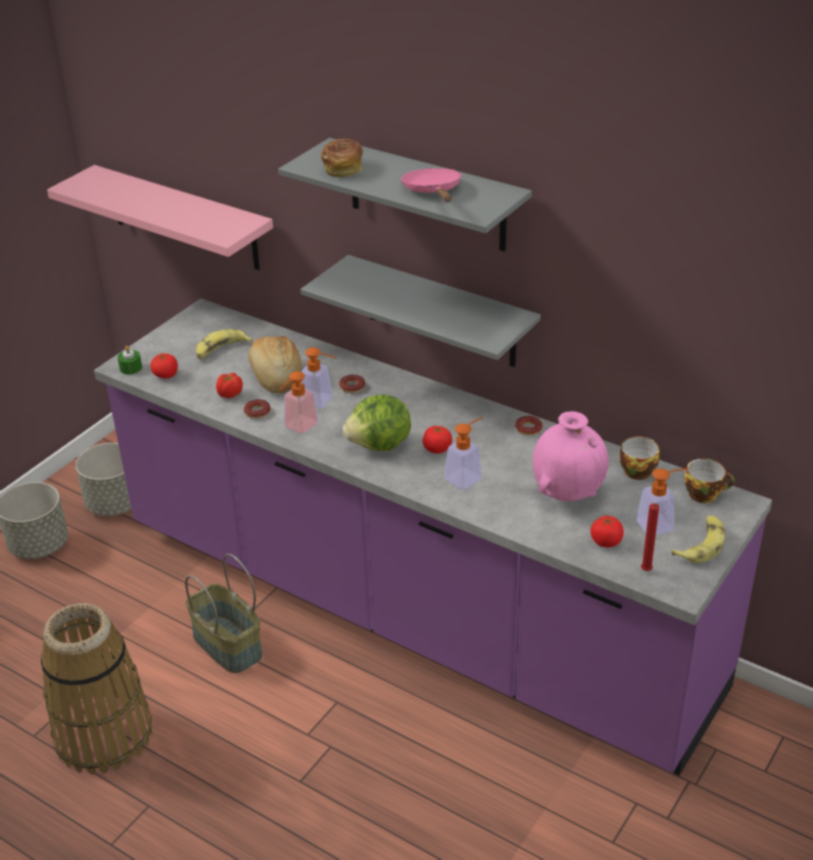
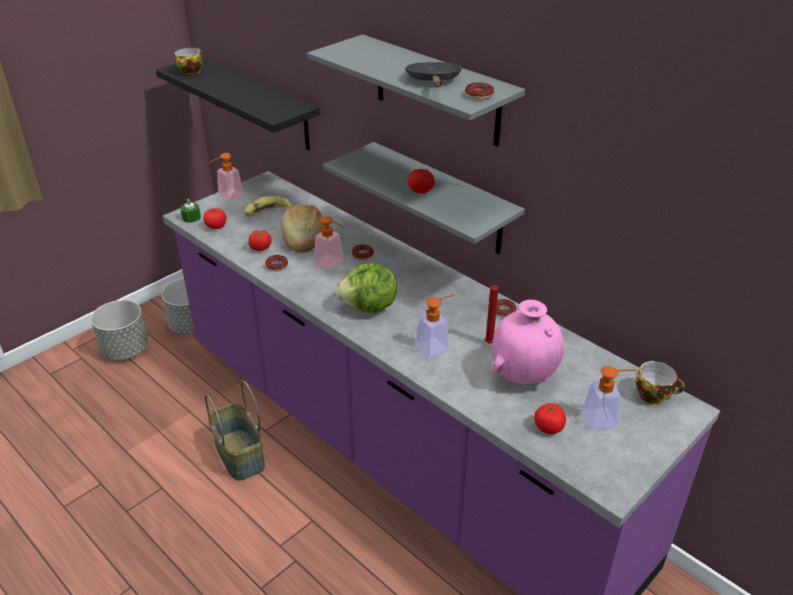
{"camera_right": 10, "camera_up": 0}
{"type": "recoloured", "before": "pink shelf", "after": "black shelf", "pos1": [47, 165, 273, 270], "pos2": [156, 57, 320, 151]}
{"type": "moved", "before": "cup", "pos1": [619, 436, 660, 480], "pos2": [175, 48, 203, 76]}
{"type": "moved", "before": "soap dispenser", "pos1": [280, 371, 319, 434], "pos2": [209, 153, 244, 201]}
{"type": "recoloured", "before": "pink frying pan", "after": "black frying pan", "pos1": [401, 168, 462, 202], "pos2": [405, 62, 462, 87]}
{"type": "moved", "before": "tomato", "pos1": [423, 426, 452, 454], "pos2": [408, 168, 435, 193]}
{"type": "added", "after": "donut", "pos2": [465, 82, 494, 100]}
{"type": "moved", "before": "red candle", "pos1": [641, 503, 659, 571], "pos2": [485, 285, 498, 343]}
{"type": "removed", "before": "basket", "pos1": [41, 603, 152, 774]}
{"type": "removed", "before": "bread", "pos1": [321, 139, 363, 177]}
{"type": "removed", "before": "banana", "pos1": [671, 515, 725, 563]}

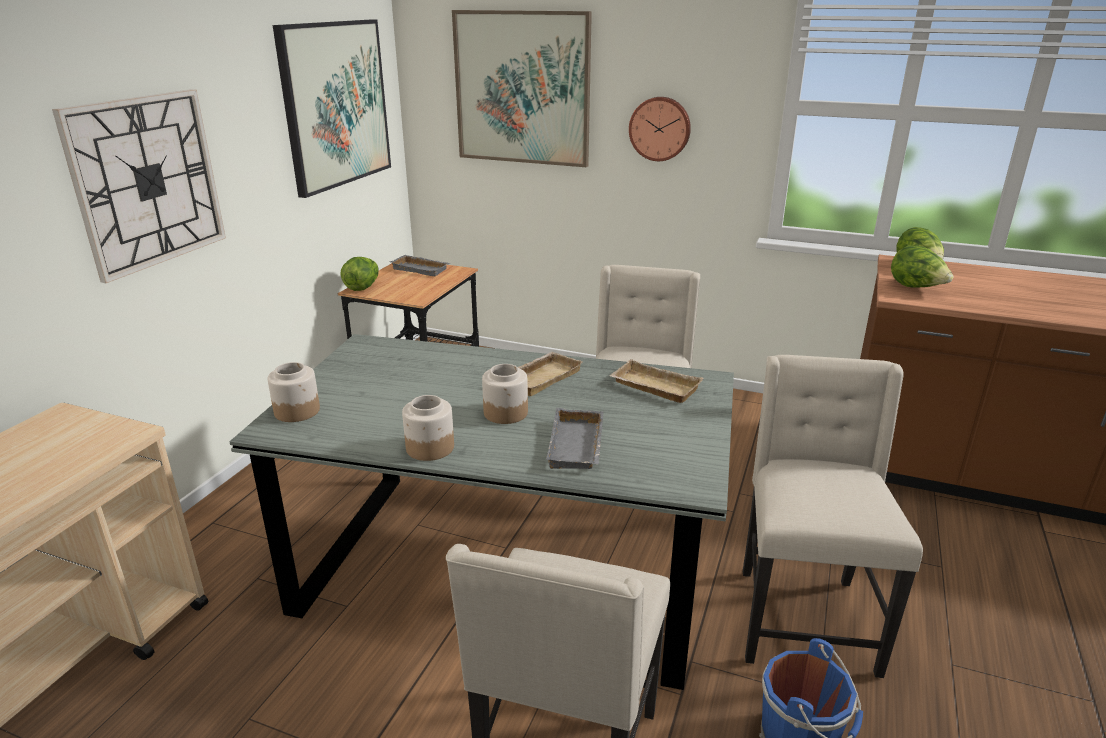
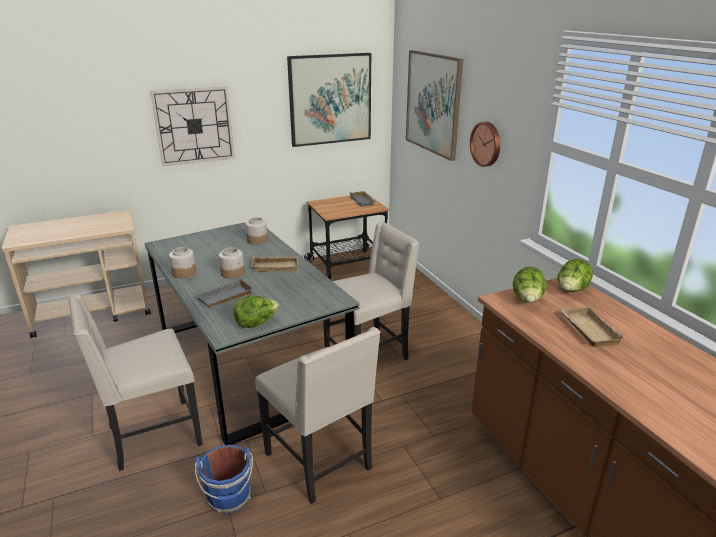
{"camera_right": 45, "camera_up": 0}
{"type": "moved", "before": "lettuce", "pos1": [340, 257, 379, 291], "pos2": [233, 295, 280, 328]}
{"type": "moved", "before": "jar", "pos1": [267, 362, 320, 422], "pos2": [245, 217, 268, 245]}
{"type": "turned", "before": "beige chair", "pos1": [743, 355, 923, 678], "pos2": [255, 327, 380, 504], "turn": 90}
{"type": "moved", "before": "beige tray", "pos1": [609, 359, 704, 403], "pos2": [561, 306, 625, 347]}

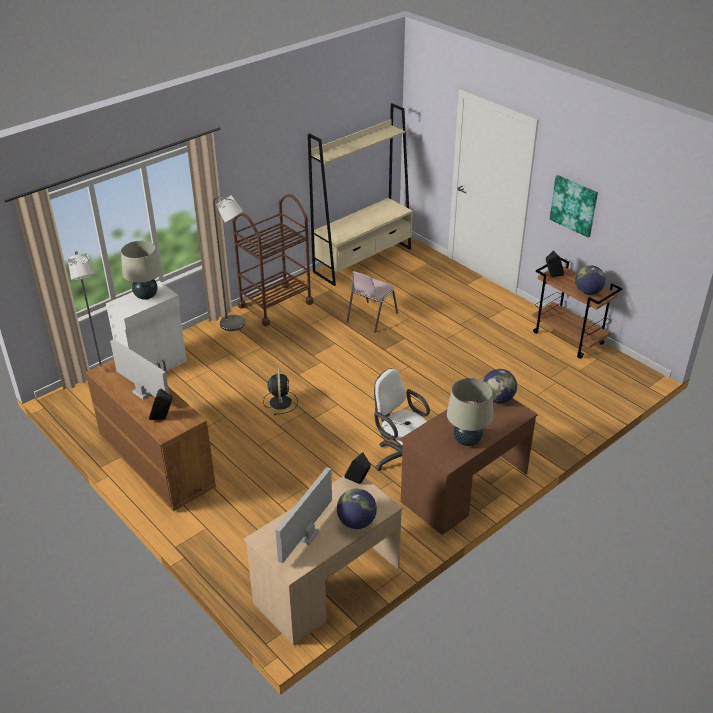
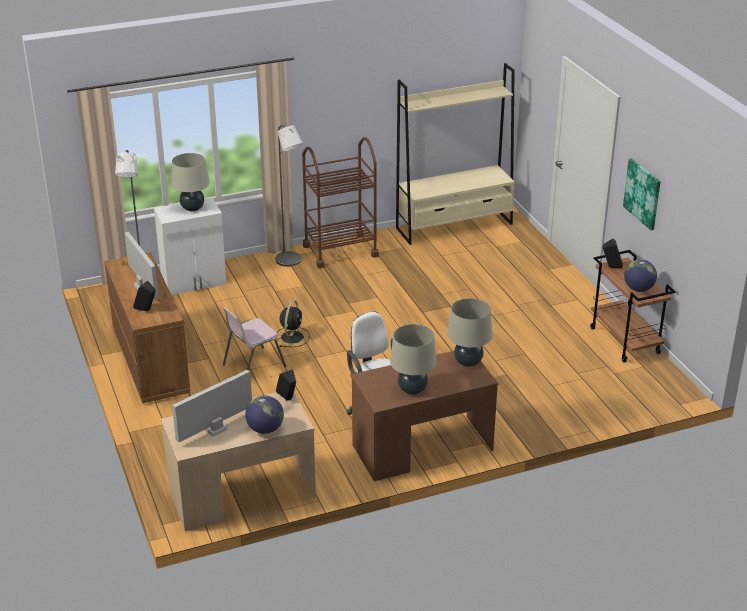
{"camera_right": 20, "camera_up": -5}
{"type": "moved", "before": "pink chair", "pos1": [347, 271, 398, 333], "pos2": [223, 307, 287, 371]}
{"type": "replaced", "before": "globe", "after": "beige table lamp", "pos1": [483, 369, 517, 403], "pos2": [447, 298, 492, 367]}

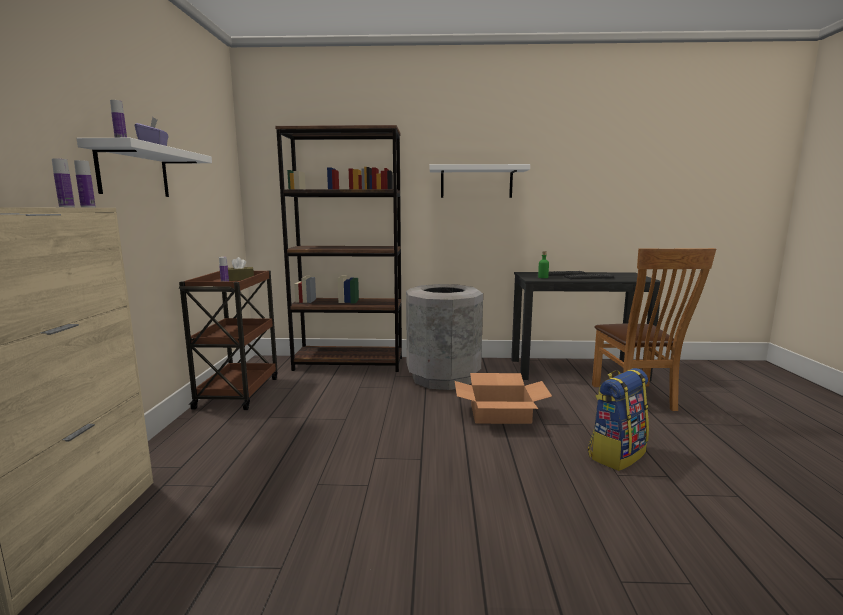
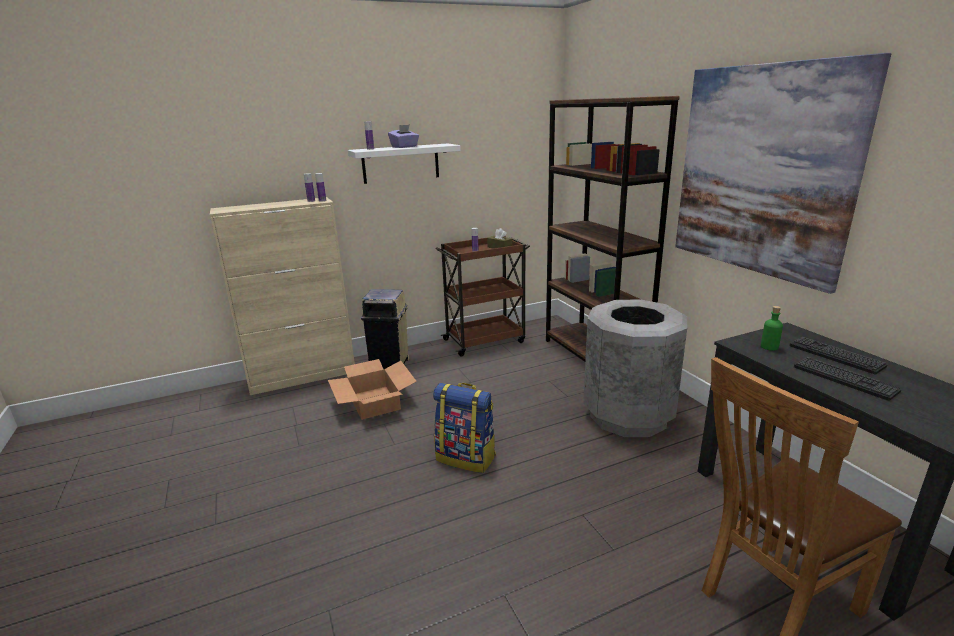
{"camera_right": 65, "camera_up": 10}
{"type": "moved", "before": "cardboard box", "pos1": [455, 373, 552, 424], "pos2": [328, 359, 417, 420]}
{"type": "added", "after": "beige trash can", "pos2": [361, 289, 409, 369]}
{"type": "moved", "before": "backpack", "pos1": [588, 368, 649, 471], "pos2": [433, 383, 496, 473]}
{"type": "replaced", "before": "white shelf", "after": "picture", "pos1": [429, 164, 530, 198], "pos2": [675, 53, 891, 294]}

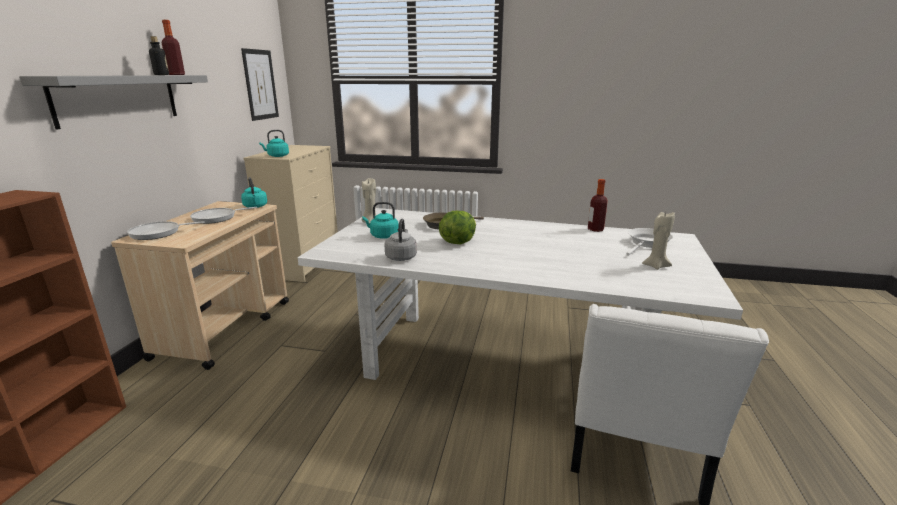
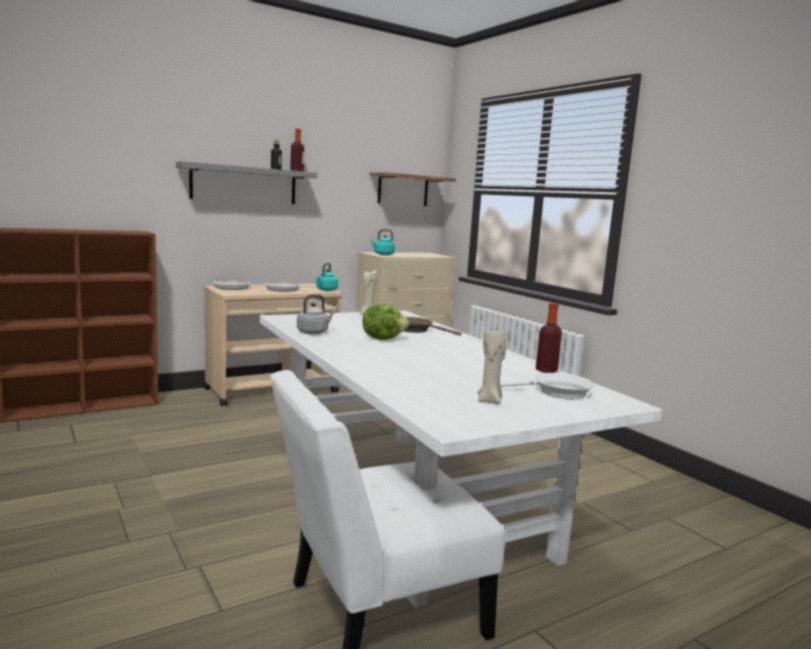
{"camera_right": 45, "camera_up": -10}
{"type": "replaced", "before": "picture", "after": "shelf", "pos1": [241, 48, 279, 121], "pos2": [369, 172, 456, 206]}
{"type": "removed", "before": "turquoise kettle", "pos1": [363, 202, 399, 239]}

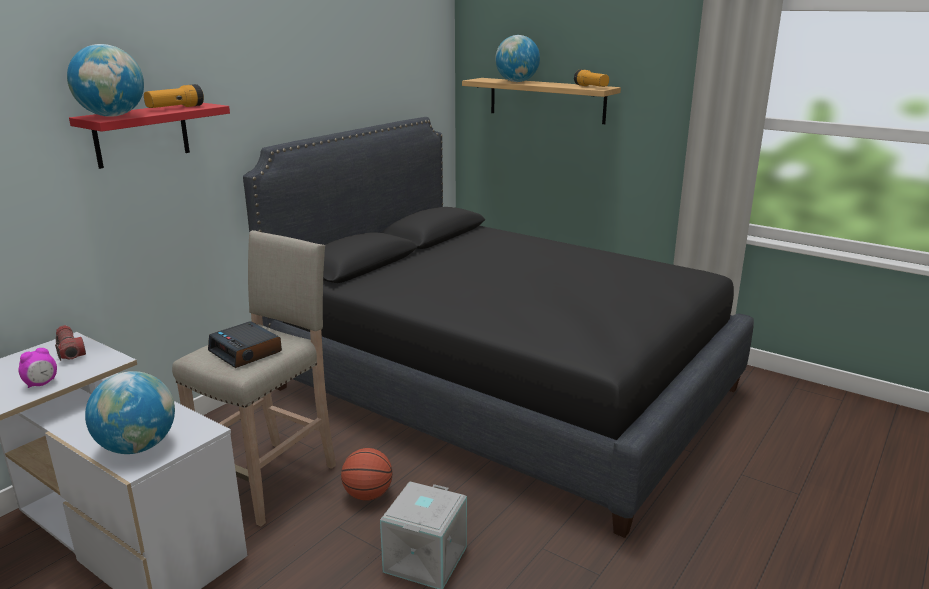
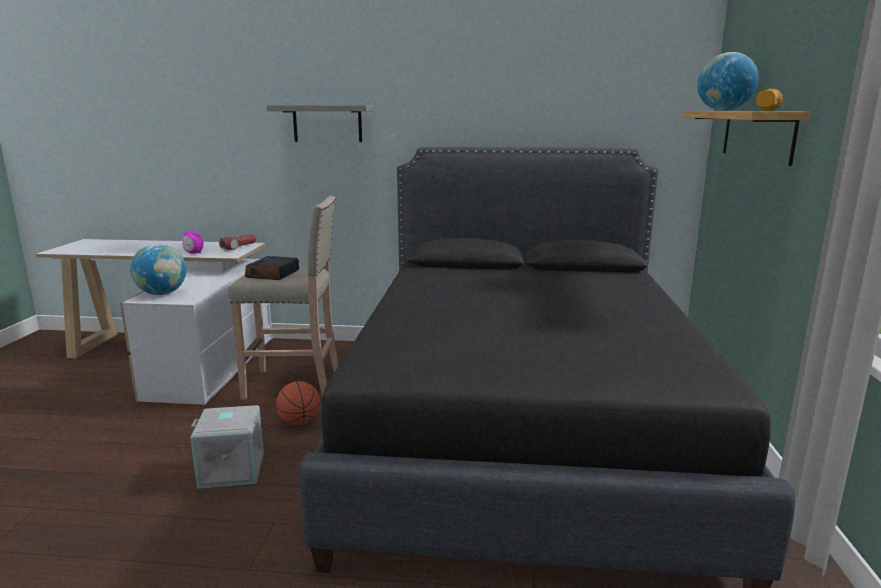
{"camera_right": 60, "camera_up": -5}
{"type": "recoloured", "before": "red shelf", "after": "grey shelf", "pos1": [69, 103, 230, 169], "pos2": [266, 105, 374, 142]}
{"type": "removed", "before": "globe", "pos1": [67, 44, 144, 117]}
{"type": "removed", "before": "flashlight", "pos1": [144, 84, 204, 108]}

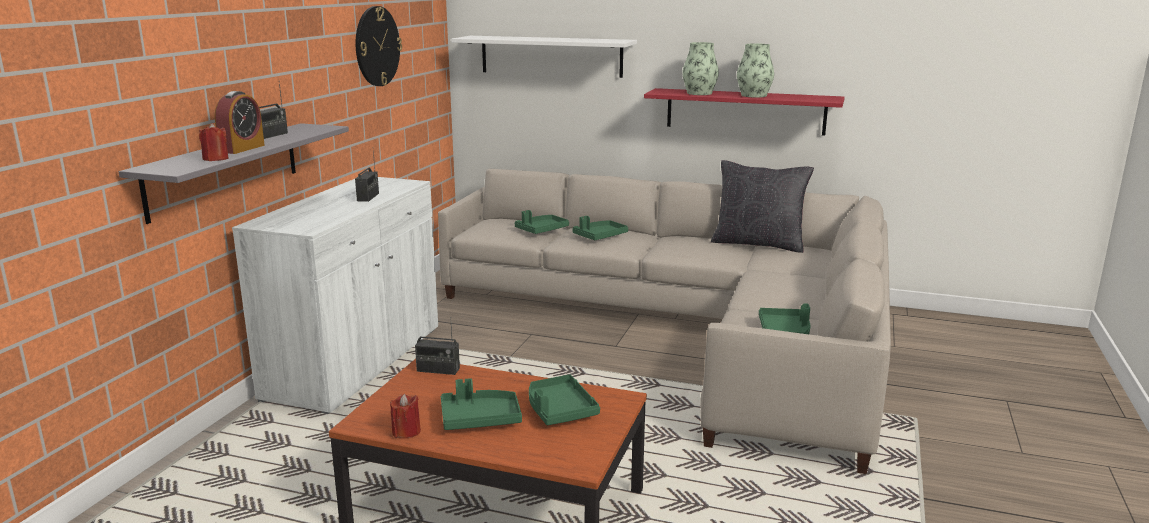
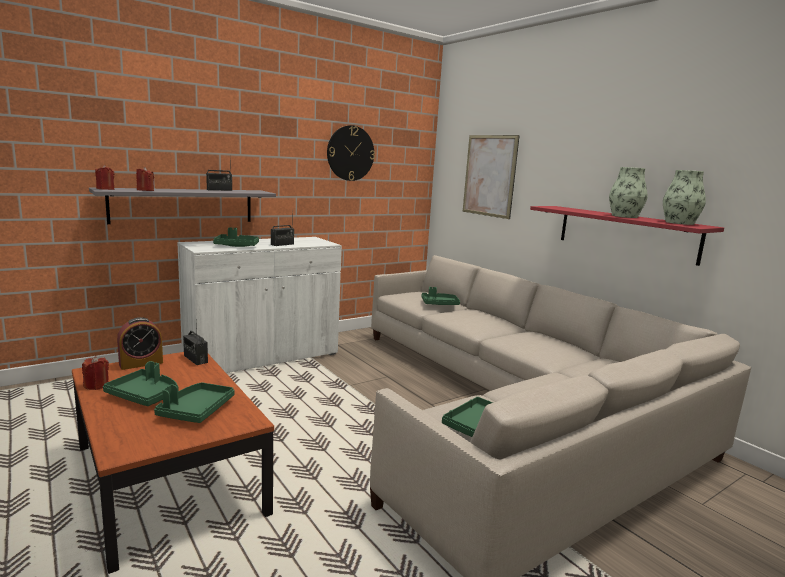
{"camera_right": 35, "camera_up": -5}
{"type": "added", "after": "red candle", "pos2": [95, 165, 114, 190]}
{"type": "moved", "before": "alarm clock", "pos1": [215, 91, 265, 154], "pos2": [117, 317, 163, 370]}
{"type": "moved", "before": "green tray", "pos1": [572, 216, 628, 240], "pos2": [213, 227, 259, 247]}
{"type": "replaced", "before": "white shelf", "after": "picture", "pos1": [451, 36, 637, 78], "pos2": [463, 135, 520, 219]}
{"type": "moved", "before": "vase", "pos1": [682, 42, 719, 95], "pos2": [663, 170, 706, 225]}
{"type": "removed", "before": "black pillow", "pos1": [711, 160, 814, 253]}

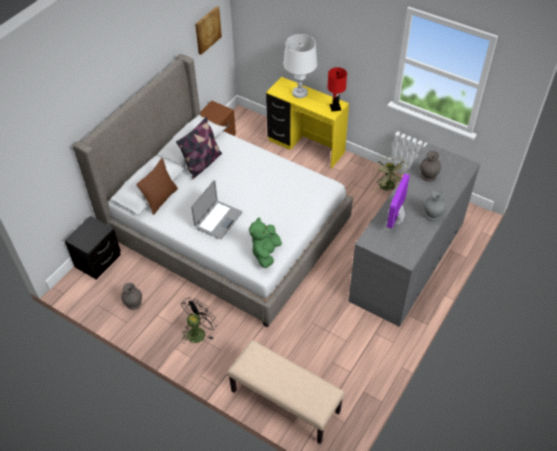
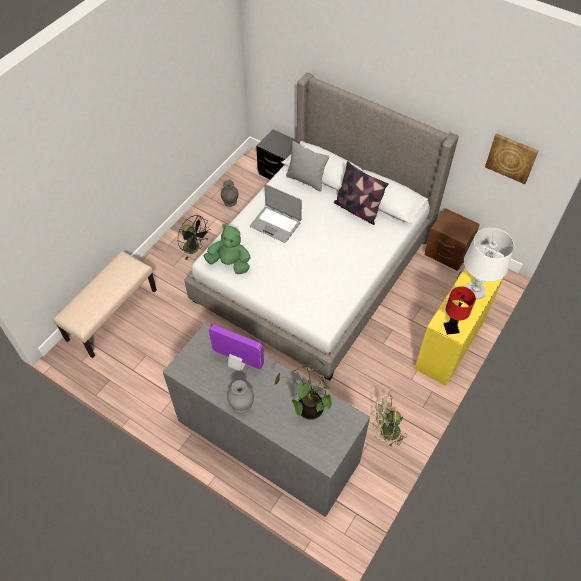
{"camera_right": 90, "camera_up": 5}
{"type": "replaced", "before": "grey vase", "after": "potted plant", "pos1": [420, 151, 441, 182], "pos2": [275, 359, 332, 420]}
{"type": "recoloured", "before": "brown pillow", "after": "grey pillow", "pos1": [136, 158, 178, 215], "pos2": [286, 141, 329, 192]}

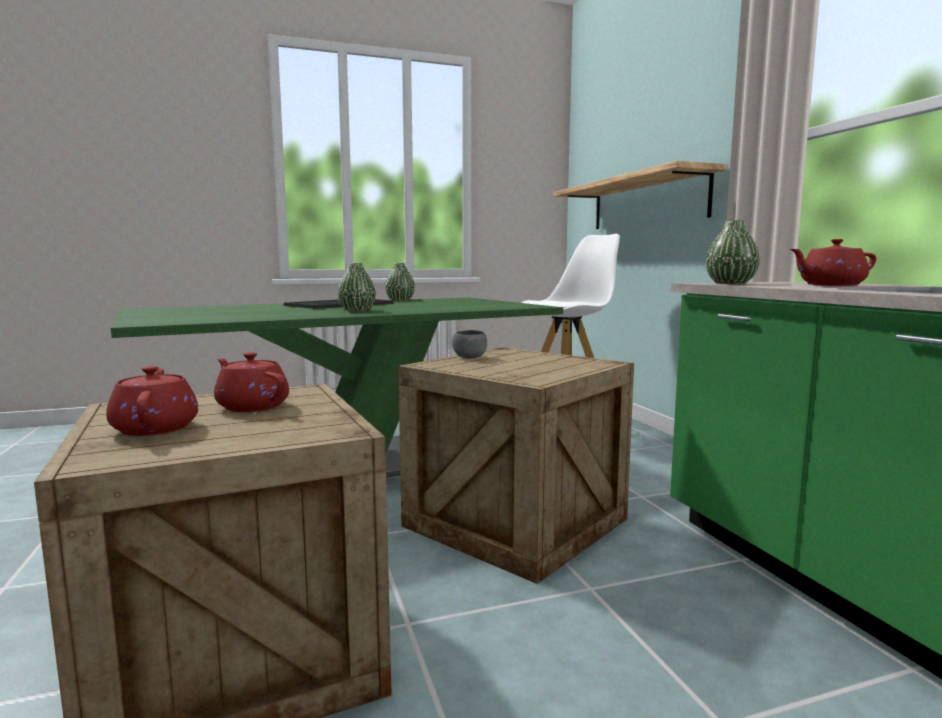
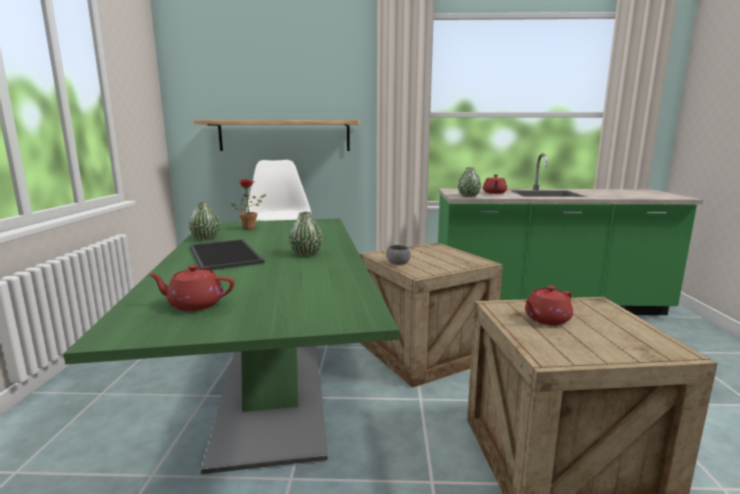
{"camera_right": -70, "camera_up": 5}
{"type": "moved", "before": "red teapot", "pos1": [106, 366, 198, 436], "pos2": [148, 265, 234, 311]}
{"type": "added", "after": "potted plant", "pos2": [231, 179, 266, 230]}

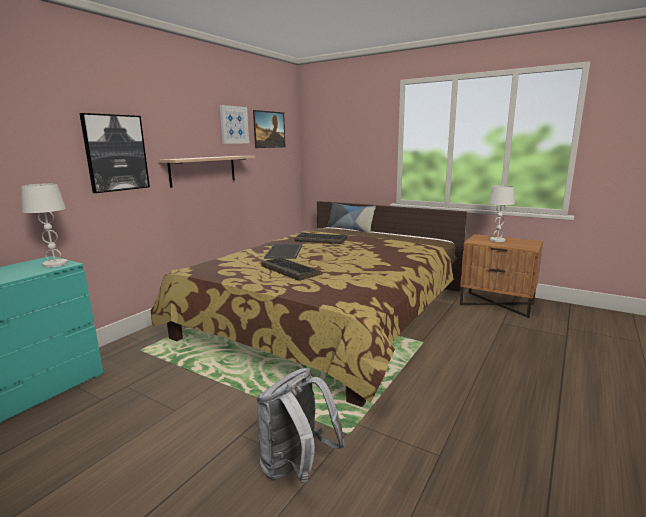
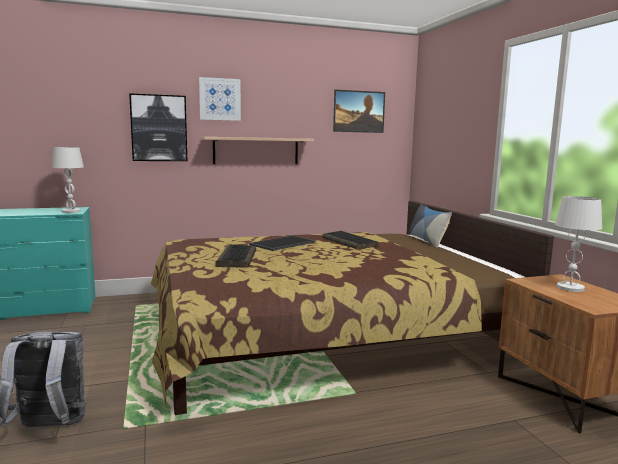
{"camera_right": 40, "camera_up": -5}
{"type": "moved", "before": "picture", "pos1": [220, 105, 249, 144], "pos2": [199, 77, 241, 121]}

